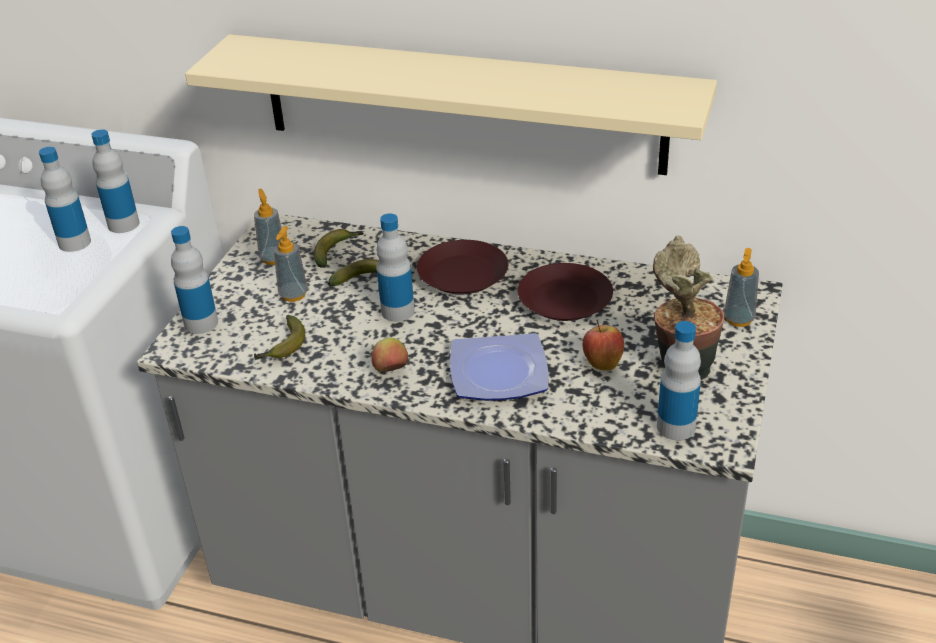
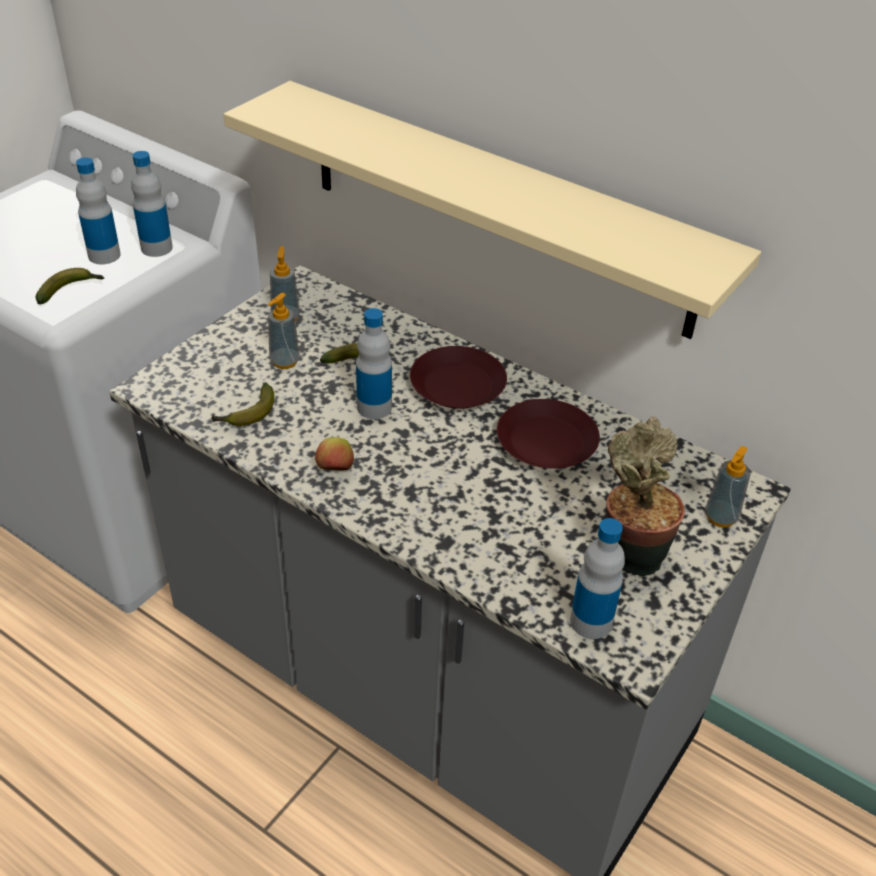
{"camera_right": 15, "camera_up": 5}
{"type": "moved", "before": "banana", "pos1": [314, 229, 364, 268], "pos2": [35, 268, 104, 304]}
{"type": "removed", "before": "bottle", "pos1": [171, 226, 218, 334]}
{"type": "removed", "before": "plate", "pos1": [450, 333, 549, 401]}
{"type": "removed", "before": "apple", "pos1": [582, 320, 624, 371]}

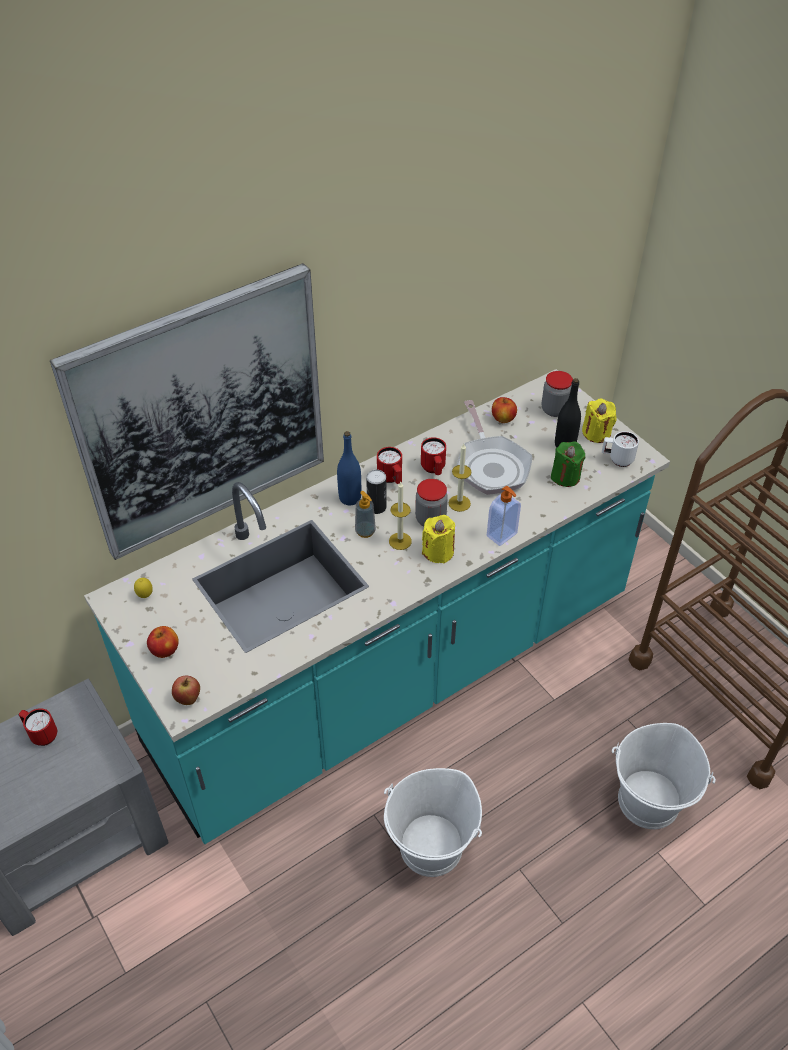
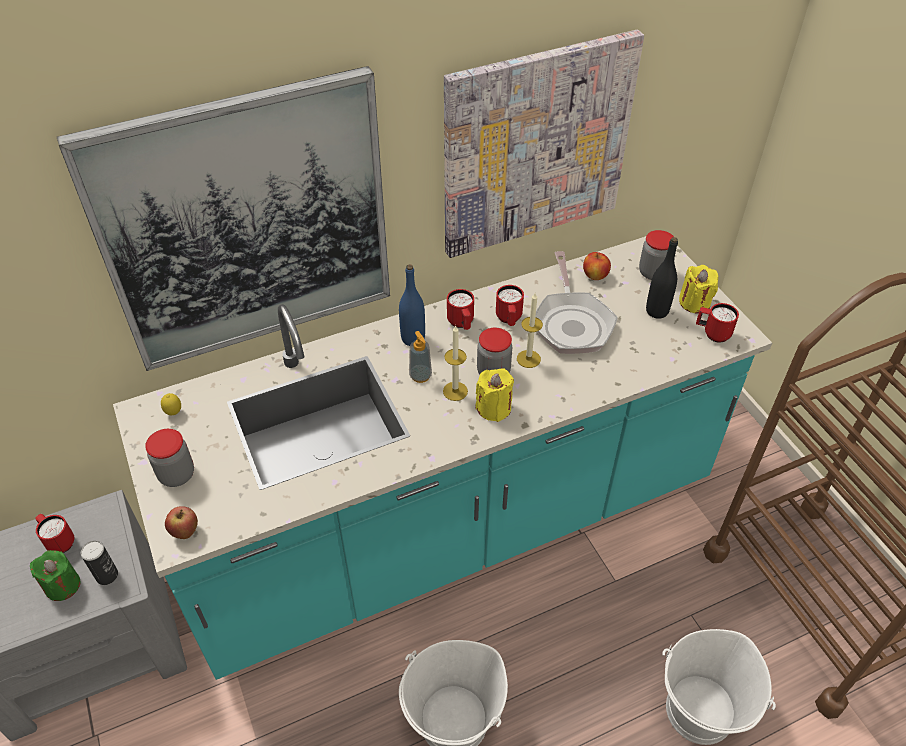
{"camera_right": 10, "camera_up": 0}
{"type": "moved", "before": "green candle", "pos1": [551, 441, 586, 487], "pos2": [30, 550, 80, 601]}
{"type": "moved", "before": "can", "pos1": [366, 470, 387, 514], "pos2": [81, 541, 118, 585]}
{"type": "replaced", "before": "apple", "after": "jar", "pos1": [147, 626, 179, 658], "pos2": [145, 429, 194, 487]}
{"type": "added", "after": "picture", "pos2": [444, 30, 644, 258]}
{"type": "recoloured", "before": "white mug", "after": "red mug", "pos1": [602, 431, 639, 467], "pos2": [696, 303, 739, 343]}
{"type": "removed", "before": "soap dispenser", "pos1": [487, 486, 521, 546]}

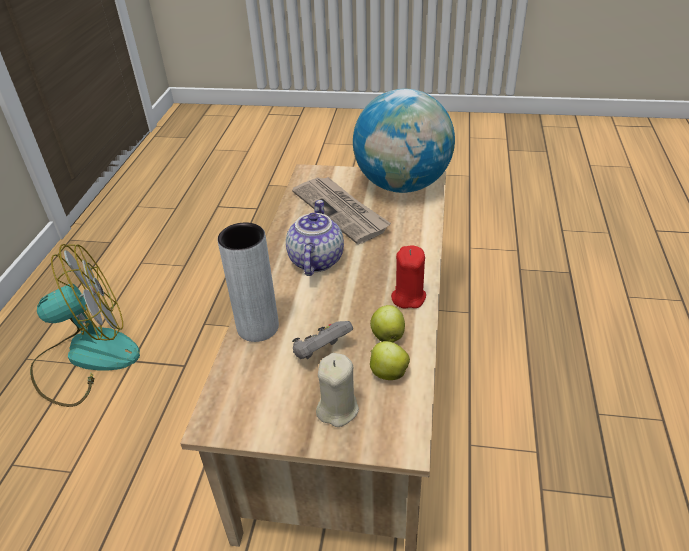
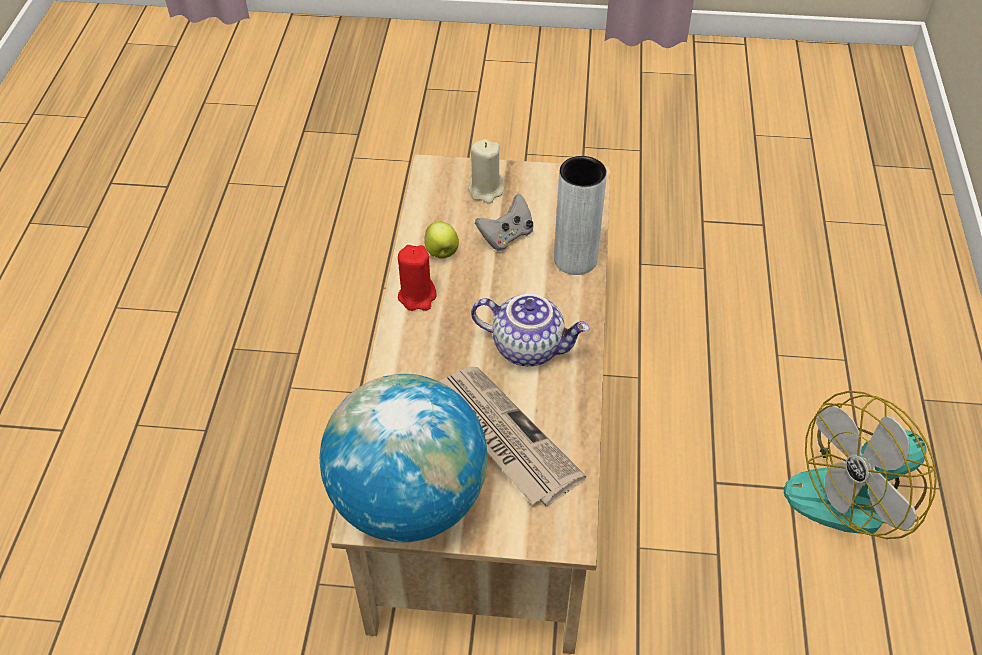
{"camera_right": 175, "camera_up": 10}
{"type": "turned", "before": "teapot", "pos1": [286, 200, 344, 276], "pos2": [471, 294, 590, 366], "turn": -75}
{"type": "removed", "before": "apple", "pos1": [370, 341, 410, 380]}

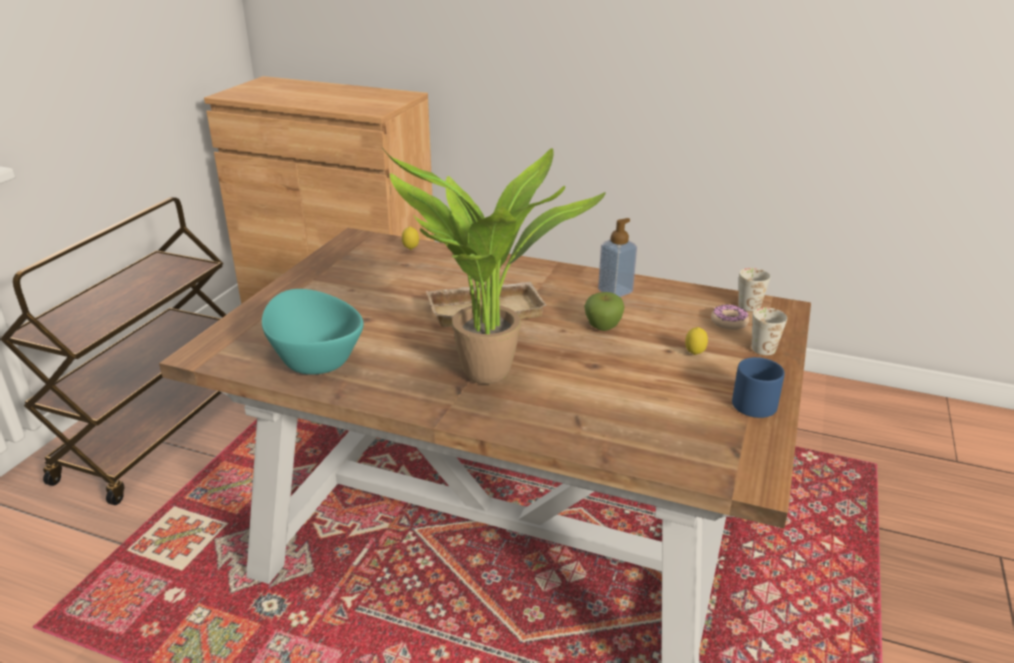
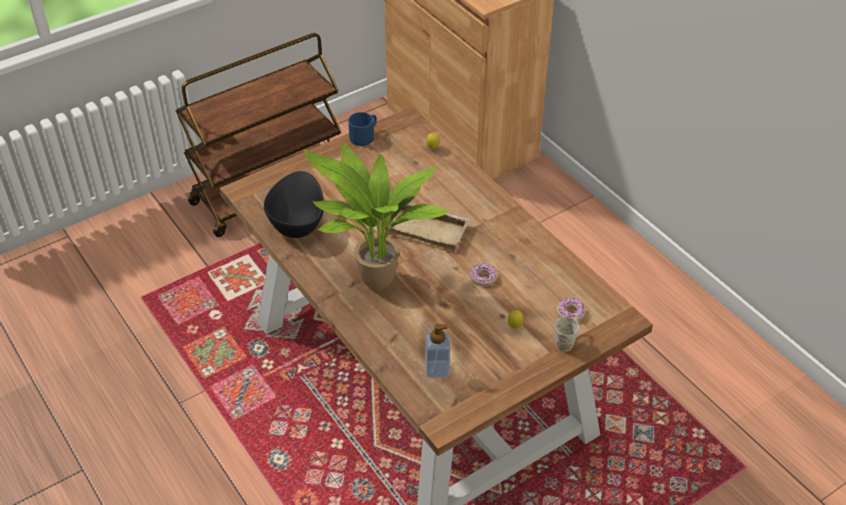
{"camera_right": 35, "camera_up": 15}
{"type": "recoloured", "before": "turquoise bowl", "after": "black bowl", "pos1": [262, 289, 363, 375], "pos2": [264, 171, 324, 238]}
{"type": "moved", "before": "blue mug", "pos1": [732, 357, 785, 418], "pos2": [348, 112, 377, 146]}
{"type": "moved", "before": "soap dispenser", "pos1": [598, 218, 637, 297], "pos2": [425, 324, 450, 378]}
{"type": "replaced", "before": "apple", "after": "donut", "pos1": [584, 292, 625, 331], "pos2": [470, 263, 498, 286]}
{"type": "removed", "before": "white mug", "pos1": [738, 268, 771, 311]}

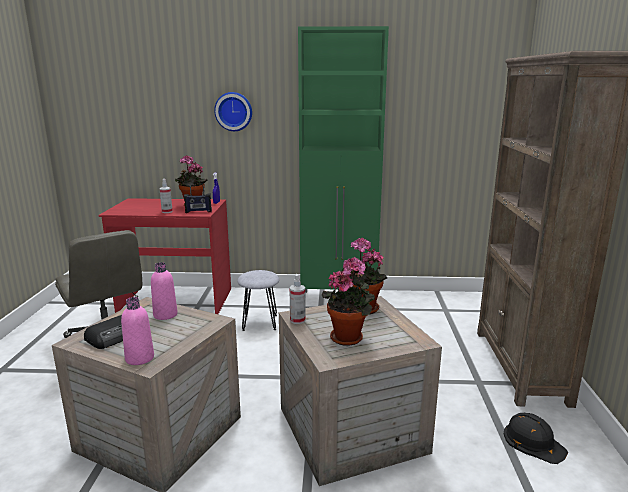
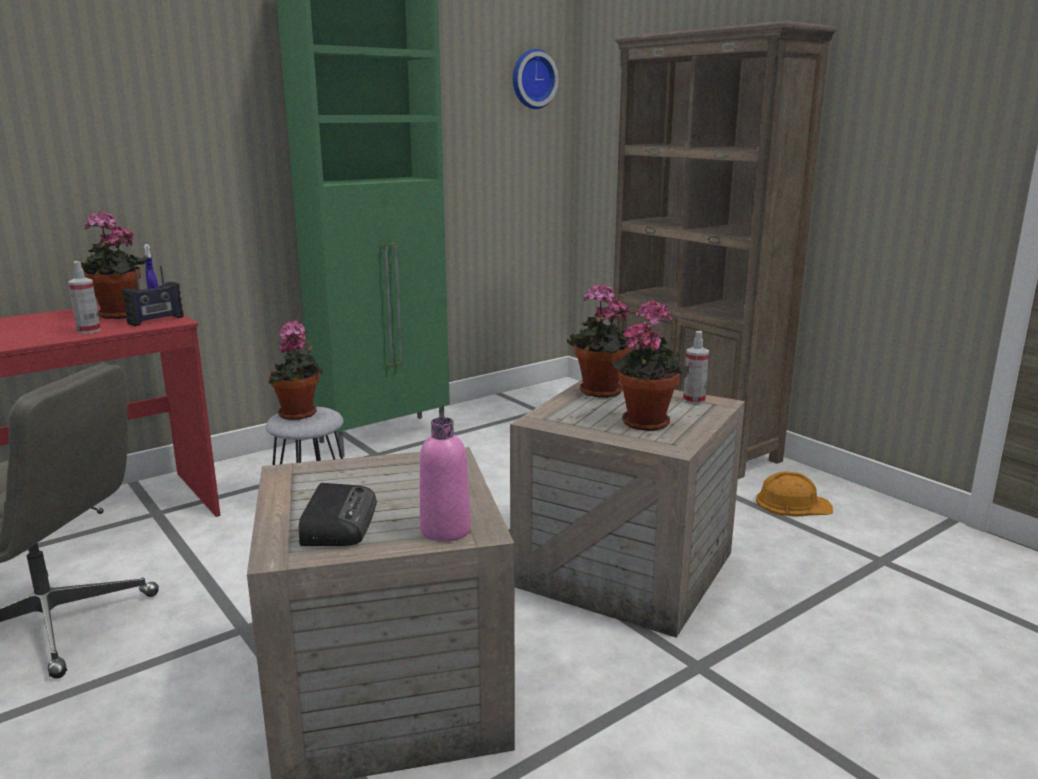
{"camera_right": -40, "camera_up": 0}
{"type": "added", "after": "potted plant", "pos2": [268, 320, 323, 420]}
{"type": "moved", "before": "wall clock", "pos1": [214, 92, 252, 131], "pos2": [513, 49, 559, 109]}
{"type": "moved", "before": "spray bottle", "pos1": [289, 274, 306, 324], "pos2": [683, 331, 709, 404]}
{"type": "recoloured", "before": "black hard hat", "after": "orange hard hat", "pos1": [504, 413, 568, 464], "pos2": [756, 471, 833, 516]}
{"type": "removed", "before": "pink bottle", "pos1": [151, 262, 178, 320]}

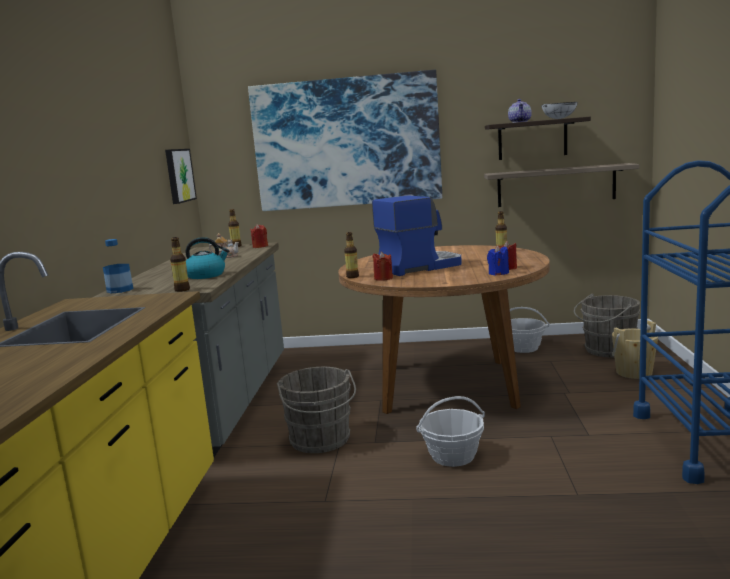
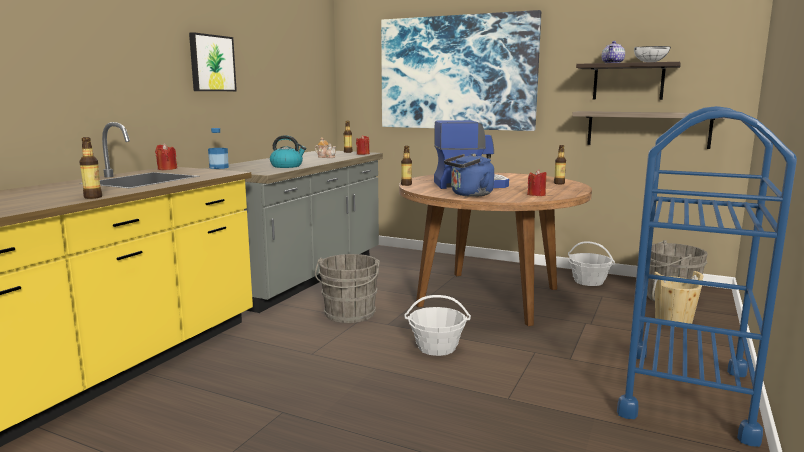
{"camera_right": 20, "camera_up": 0}
{"type": "moved", "before": "bottle", "pos1": [170, 237, 190, 292], "pos2": [79, 137, 102, 199]}
{"type": "moved", "before": "red candle", "pos1": [373, 252, 393, 281], "pos2": [155, 143, 177, 170]}
{"type": "moved", "before": "picture", "pos1": [165, 149, 197, 204], "pos2": [189, 32, 237, 91]}
{"type": "added", "after": "blue kettle", "pos2": [444, 153, 494, 197]}
{"type": "removed", "before": "blue candle", "pos1": [487, 245, 509, 275]}

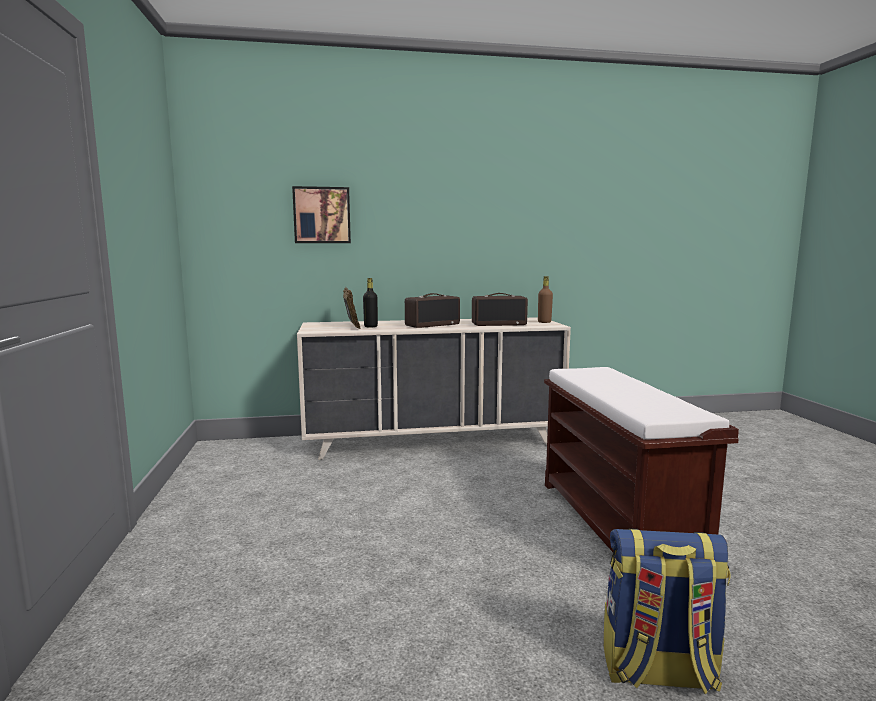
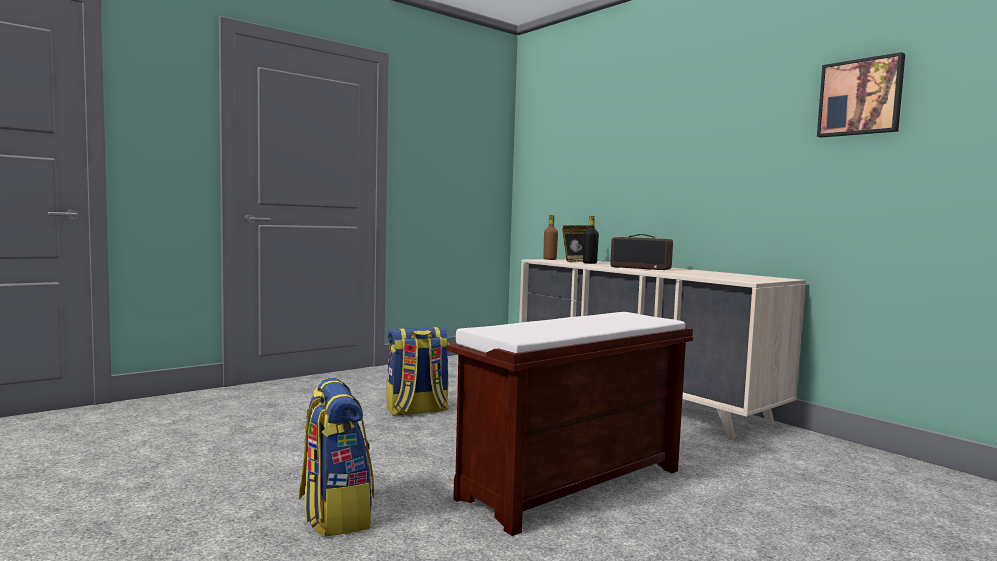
{"camera_right": 60, "camera_up": -5}
{"type": "added", "after": "backpack", "pos2": [386, 327, 449, 416]}
{"type": "moved", "before": "brown bottle", "pos1": [538, 276, 553, 323], "pos2": [543, 215, 558, 260]}
{"type": "moved", "before": "picture", "pos1": [292, 186, 351, 243], "pos2": [817, 52, 905, 138]}
{"type": "removed", "before": "radio", "pos1": [472, 293, 528, 326]}

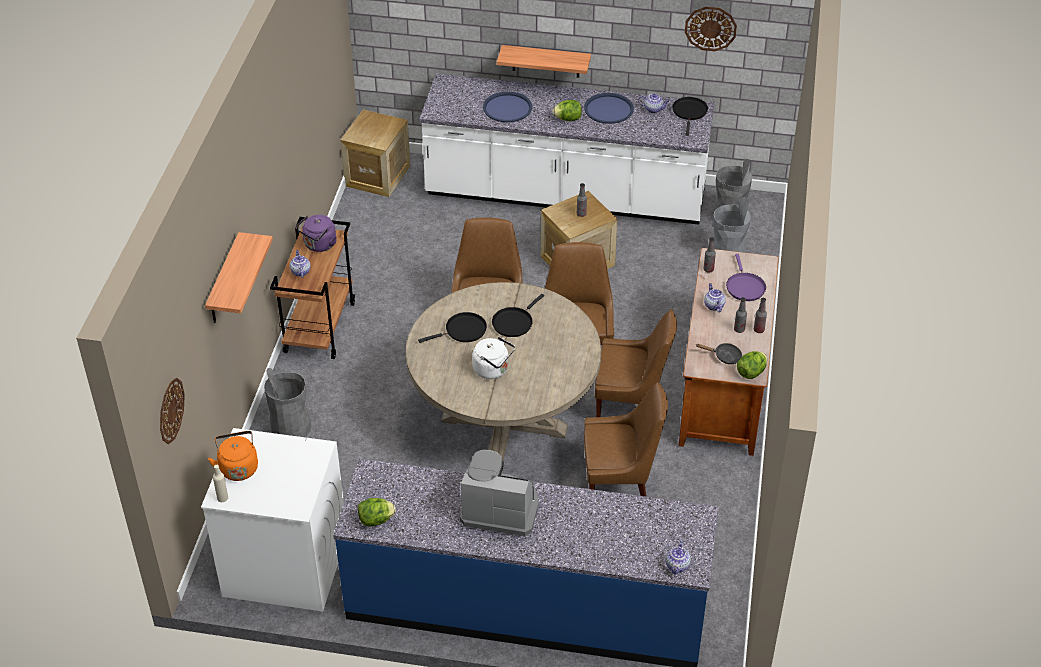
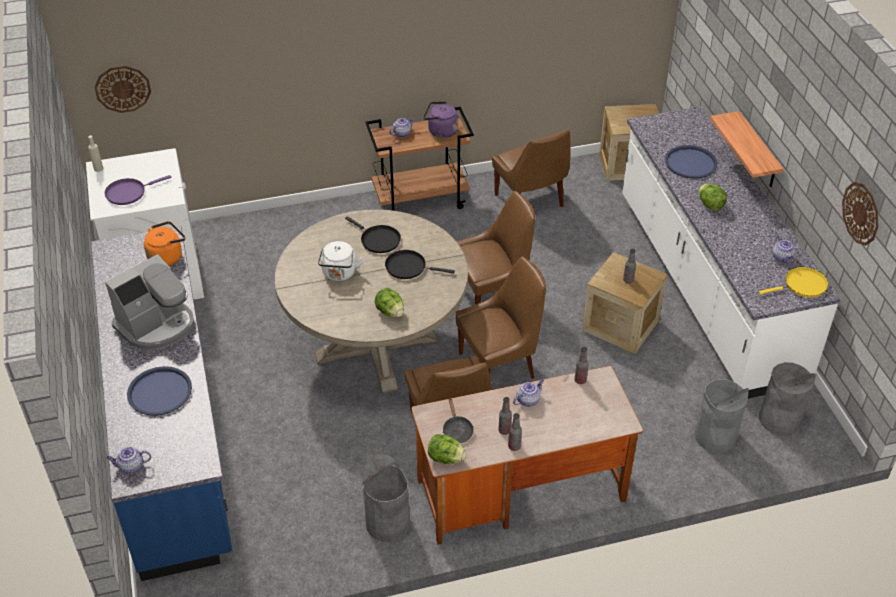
{"camera_right": 65, "camera_up": 0}
{"type": "moved", "before": "purple frying pan", "pos1": [726, 254, 766, 301], "pos2": [105, 175, 172, 205]}
{"type": "turned", "before": "coffee machine", "pos1": [460, 450, 539, 536], "pos2": [105, 254, 195, 350], "turn": 60}
{"type": "moved", "before": "blue tray", "pos1": [584, 93, 634, 124], "pos2": [127, 366, 192, 416]}
{"type": "moved", "before": "orange kettle", "pos1": [208, 431, 258, 481], "pos2": [144, 221, 185, 266]}
{"type": "moved", "before": "grey trash can", "pos1": [264, 368, 311, 437], "pos2": [362, 454, 410, 542]}
{"type": "moved", "before": "lettuce", "pos1": [358, 498, 396, 526], "pos2": [375, 288, 404, 317]}
{"type": "moved", "before": "brown chair", "pos1": [584, 382, 668, 497], "pos2": [492, 130, 570, 207]}
{"type": "recoloured", "before": "black frying pan", "after": "yellow frying pan", "pos1": [672, 97, 708, 136], "pos2": [759, 267, 829, 298]}
{"type": "removed", "before": "shelf", "pos1": [205, 232, 273, 323]}

